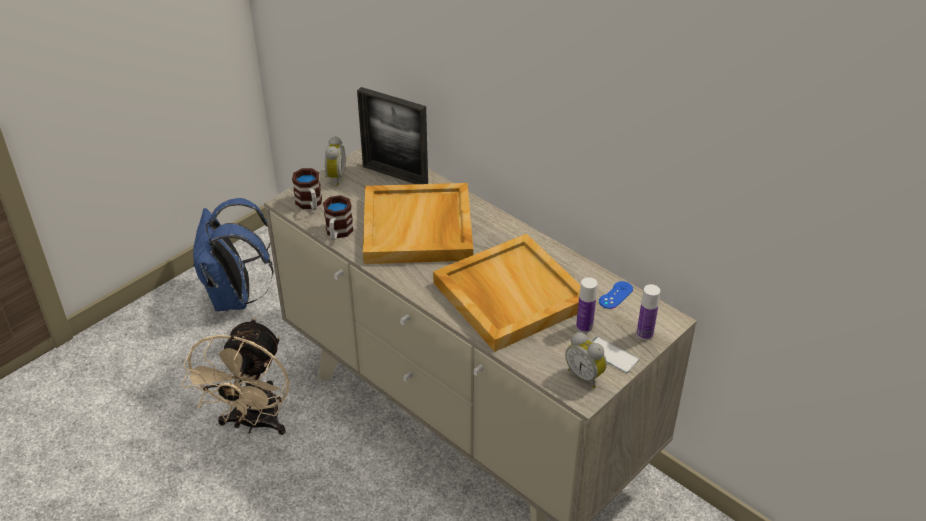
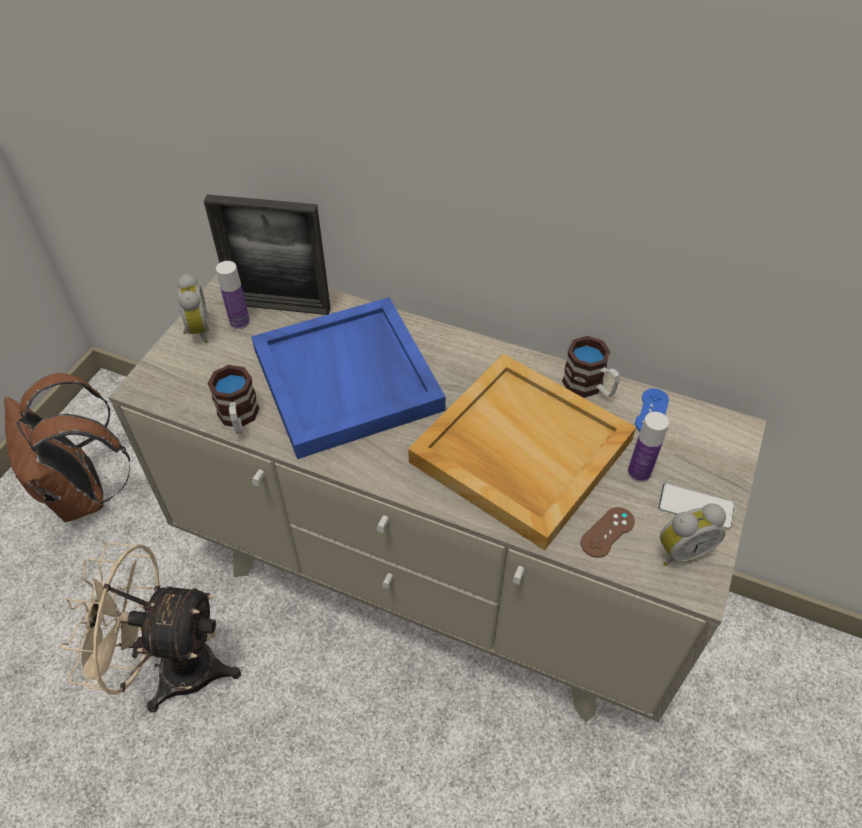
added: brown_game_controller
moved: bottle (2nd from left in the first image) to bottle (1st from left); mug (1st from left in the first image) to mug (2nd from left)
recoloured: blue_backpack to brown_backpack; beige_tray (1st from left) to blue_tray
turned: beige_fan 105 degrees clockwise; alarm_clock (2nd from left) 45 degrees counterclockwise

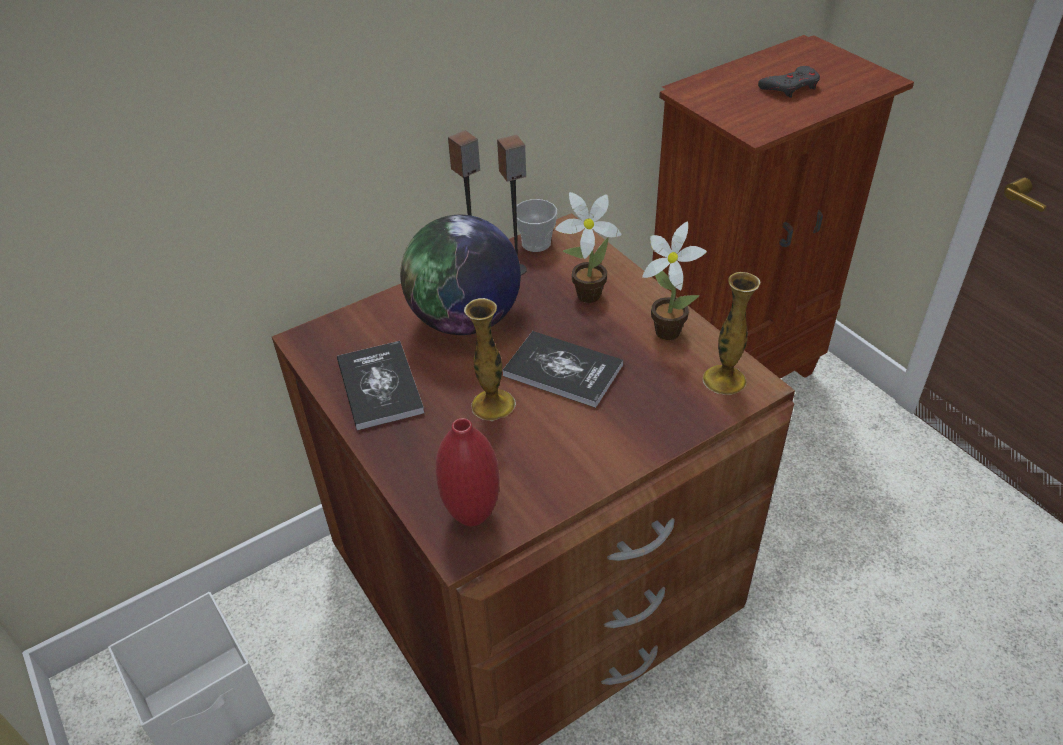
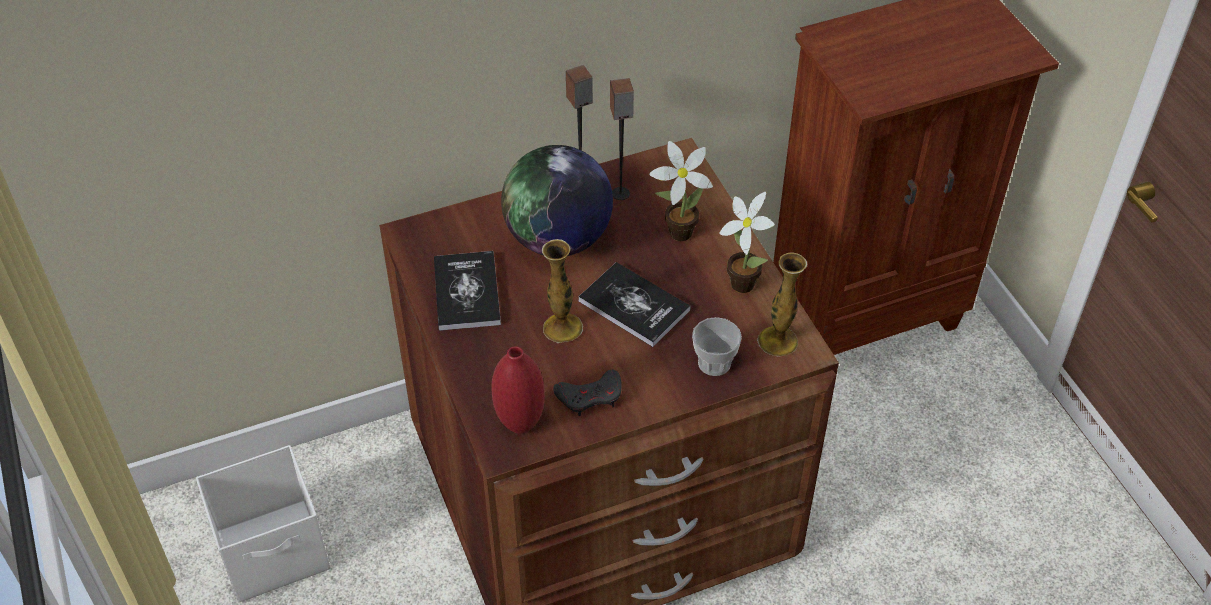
moved: grey_game_controller; cup

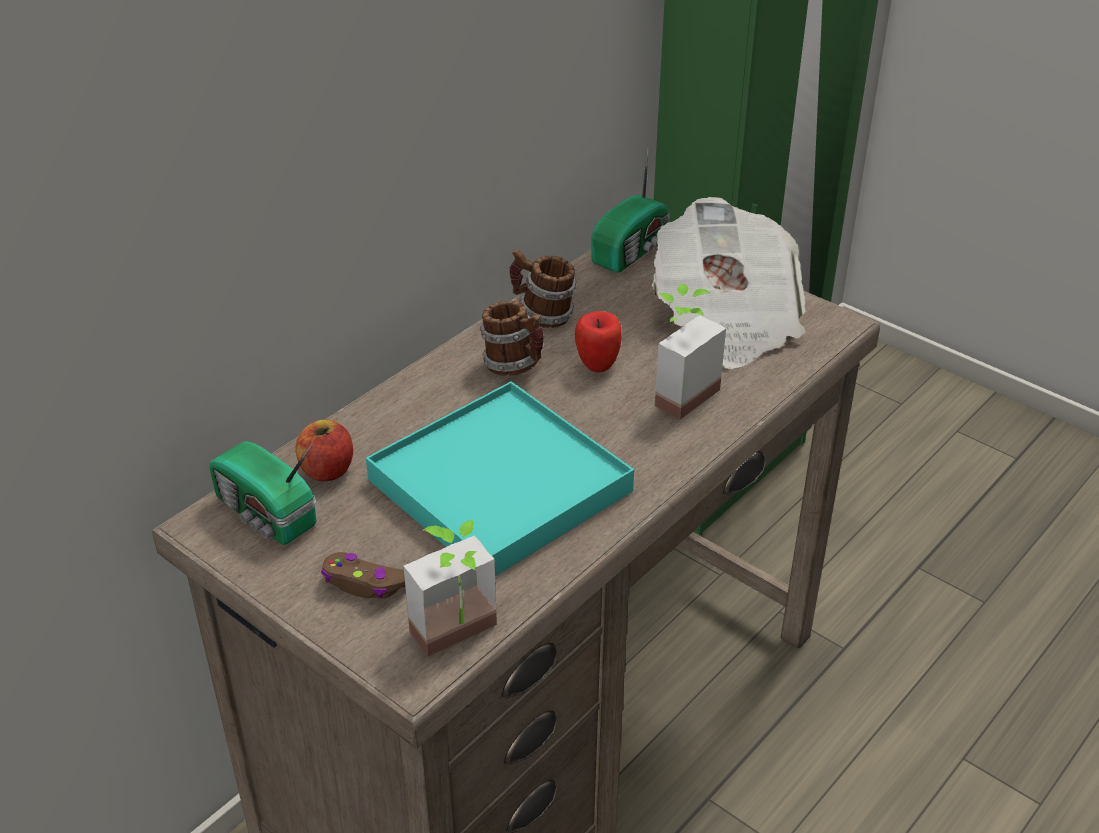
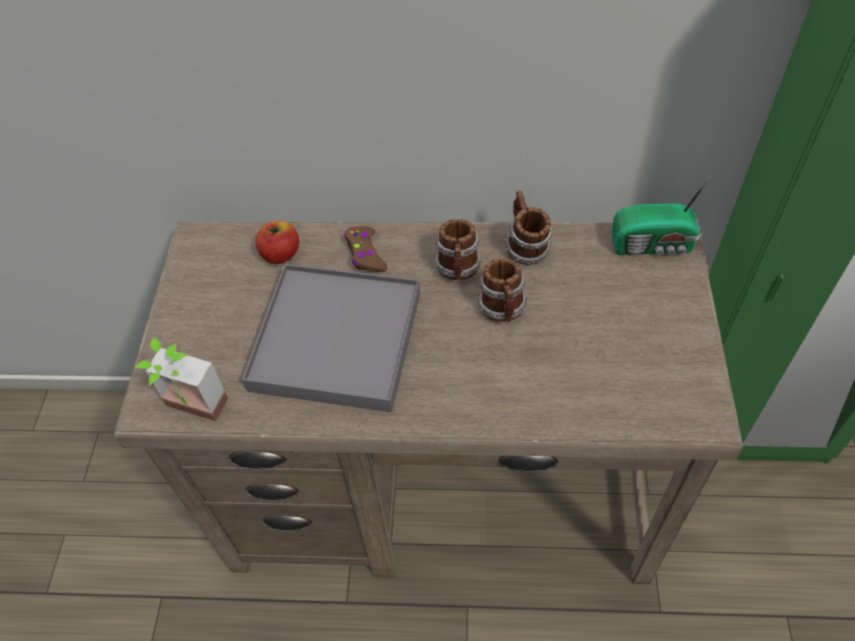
removed: radio (1st from left); newspaper; potted_plant (2nd from left)
moved: brown_game_controller
replaced: apple (2nd from left) to mug (2nd from left)
recoloured: turquoise_tray to grey_tray

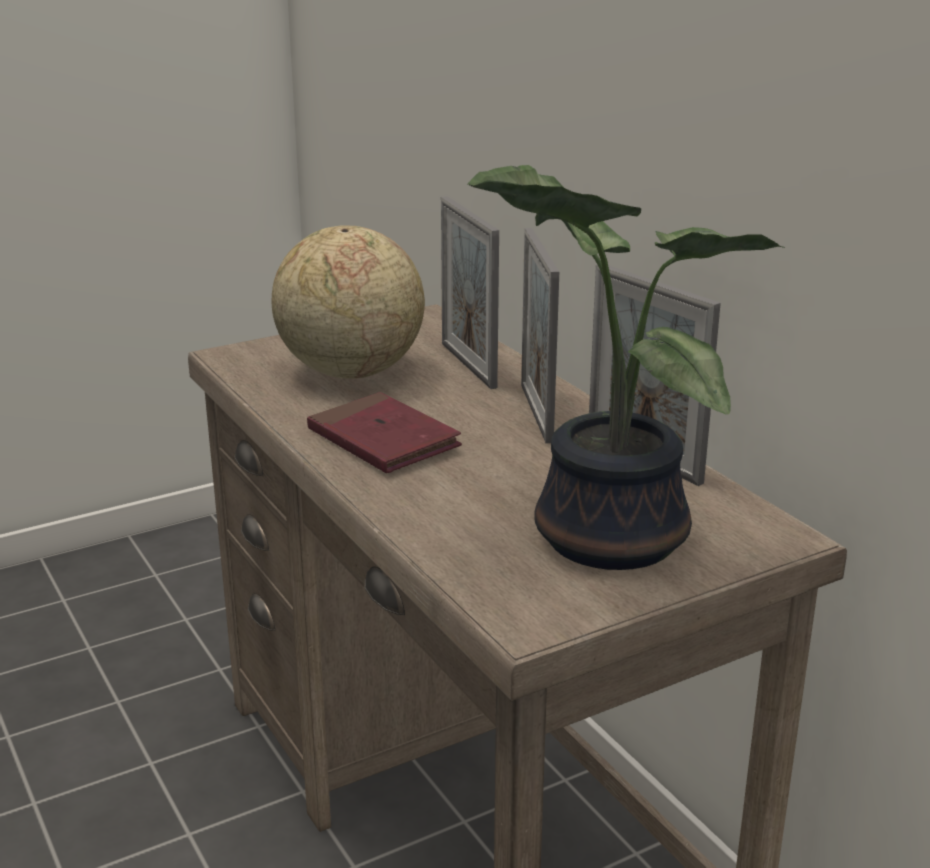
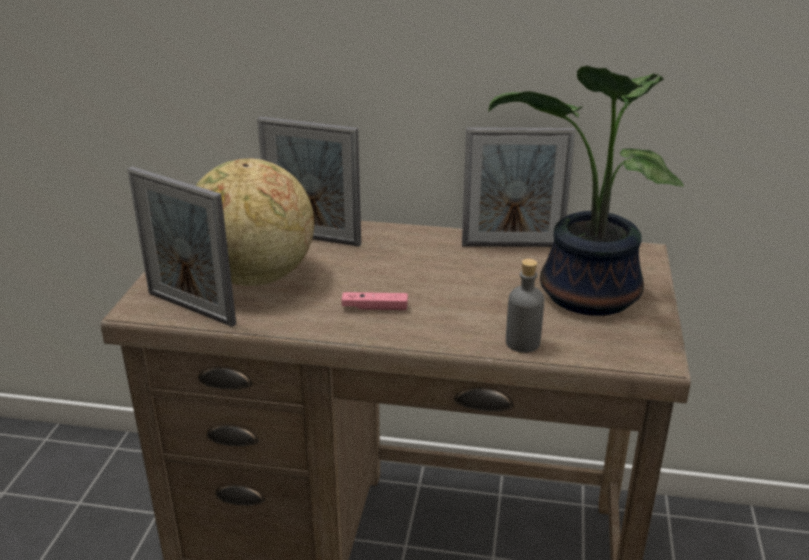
added: grey_bottle
moved: picture_frame (2nd from left in the first image) to picture_frame (1st from left)
replaced: red_book to pink_game_controller

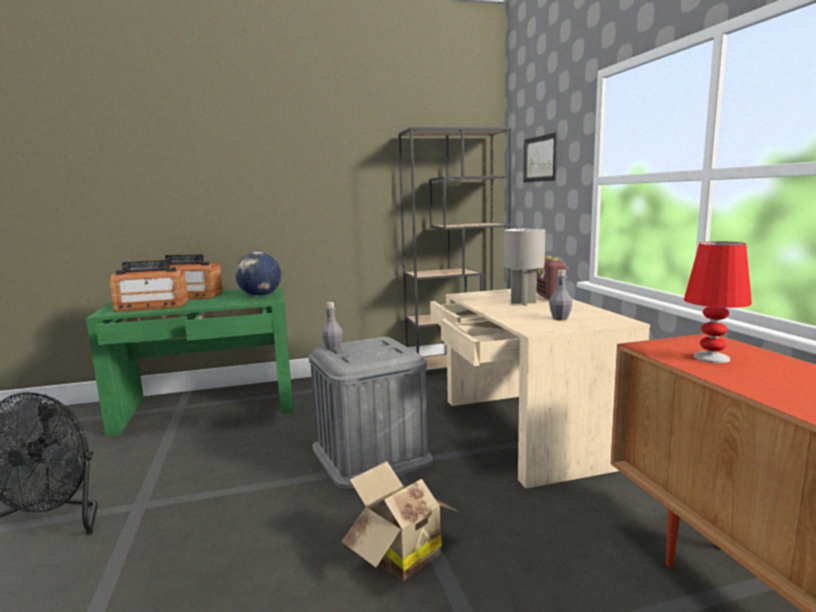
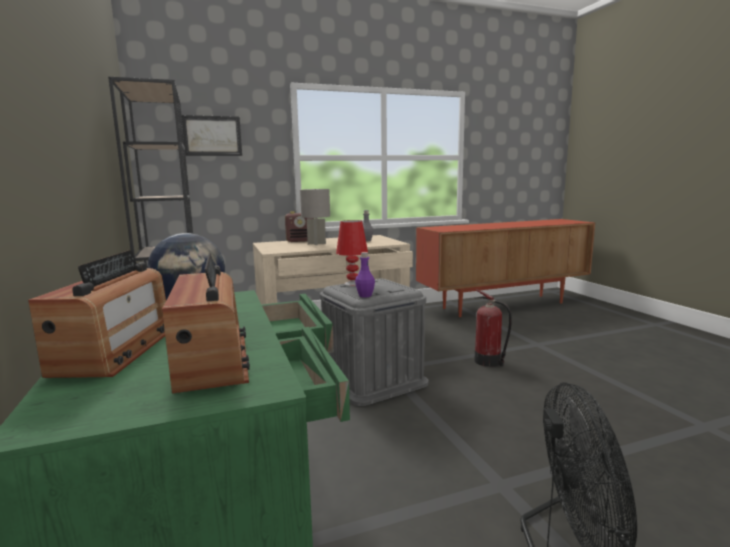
moved: red_table_lamp
replaced: cardboard_box to fire_extinguisher
recoloured: grey_bottle (1st from left) to purple_bottle

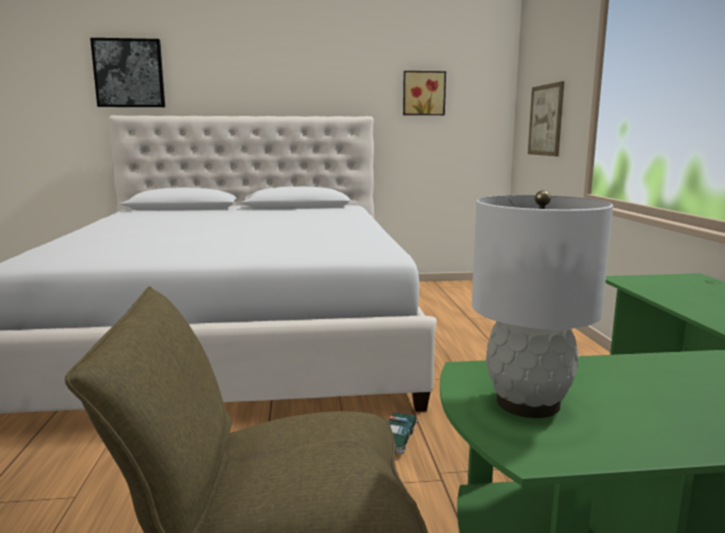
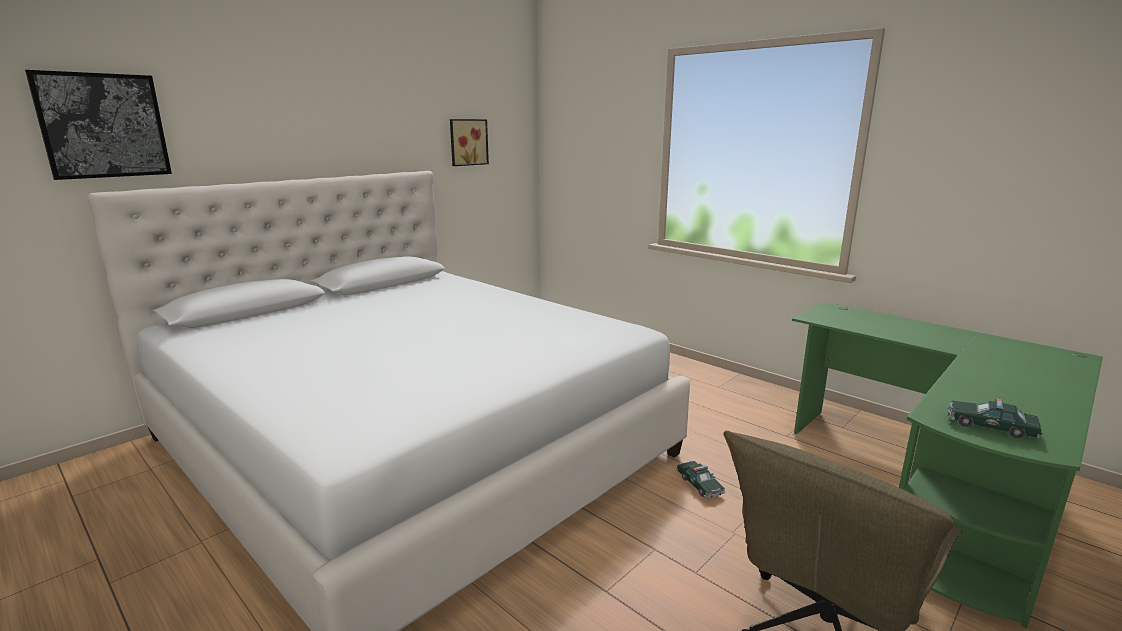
removed: picture (3rd from left)
replaced: white_table_lamp to toy_car (2nd from left)

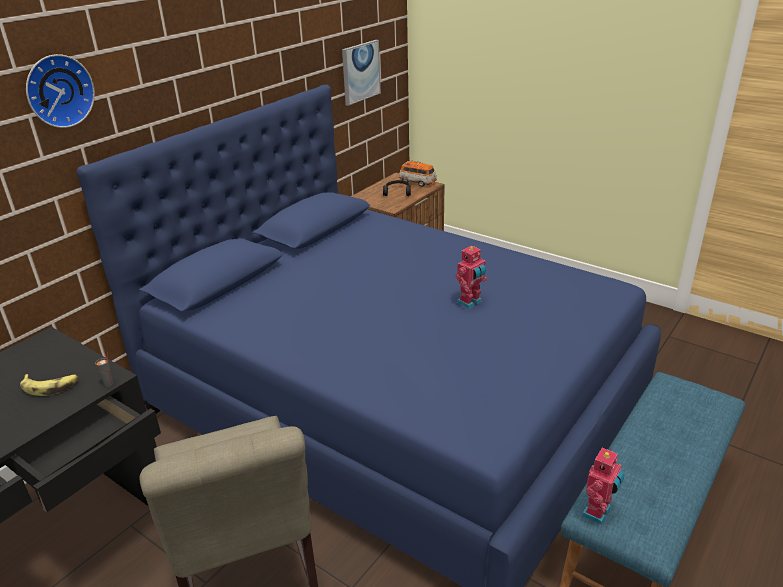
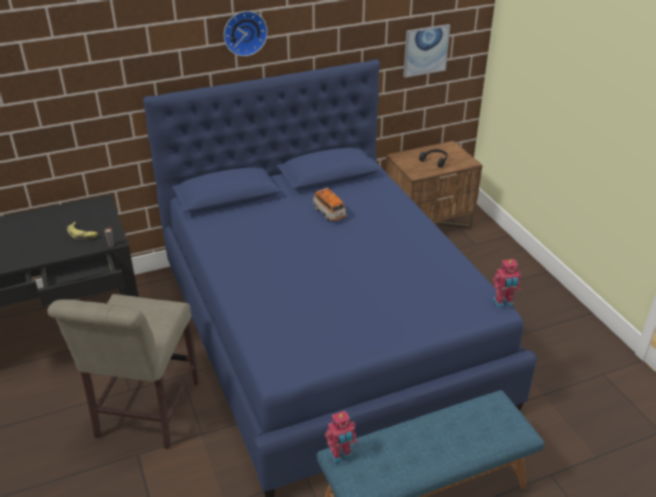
moved: wall_clock; toy_car; toy_robot (1st from left in the first image) to toy_robot (2nd from left)

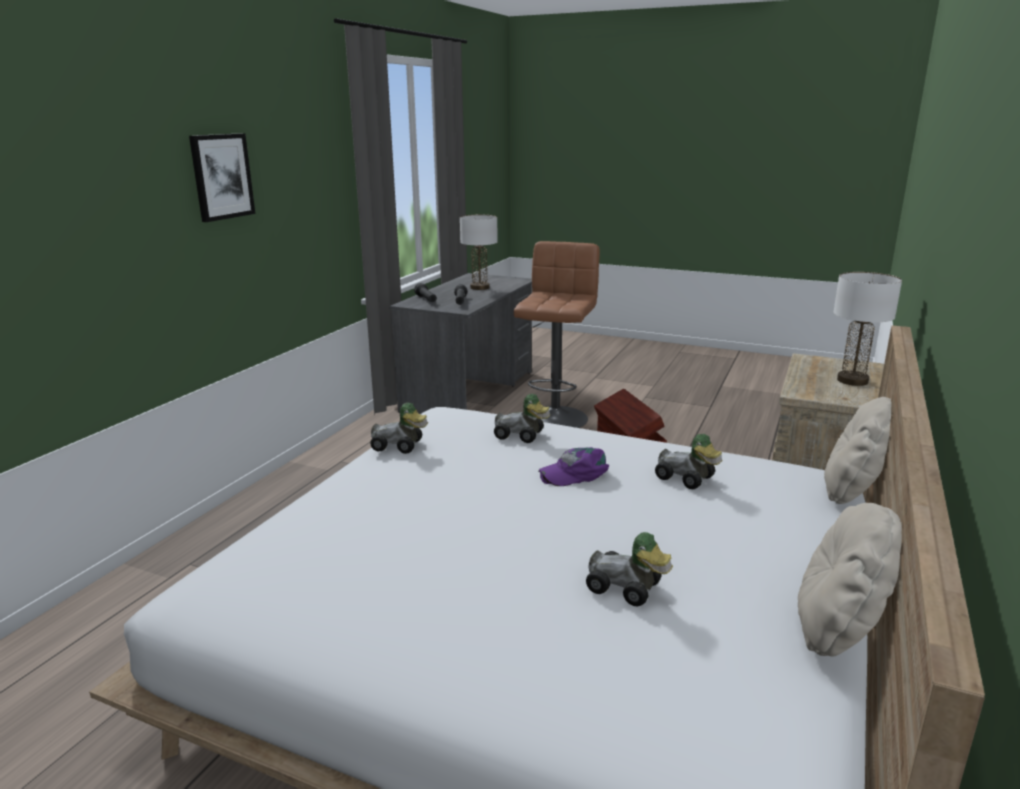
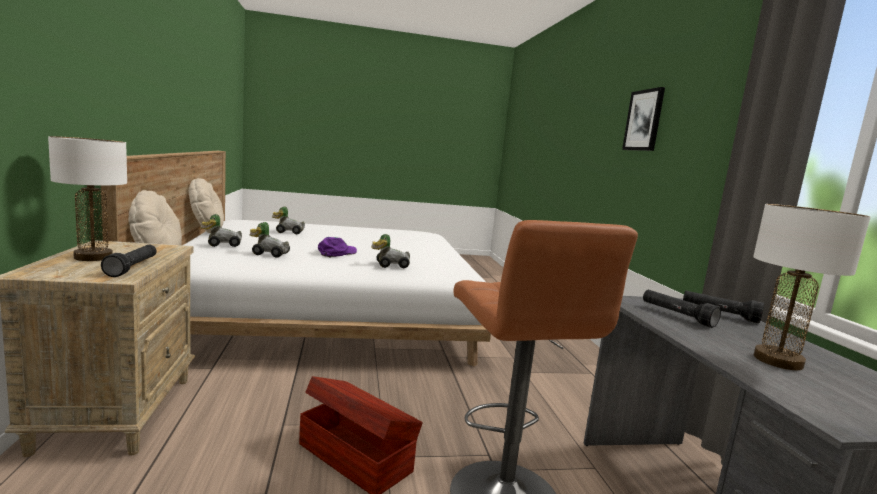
added: black_flashlight (1st from left)
moved: toy_car (1st from left)

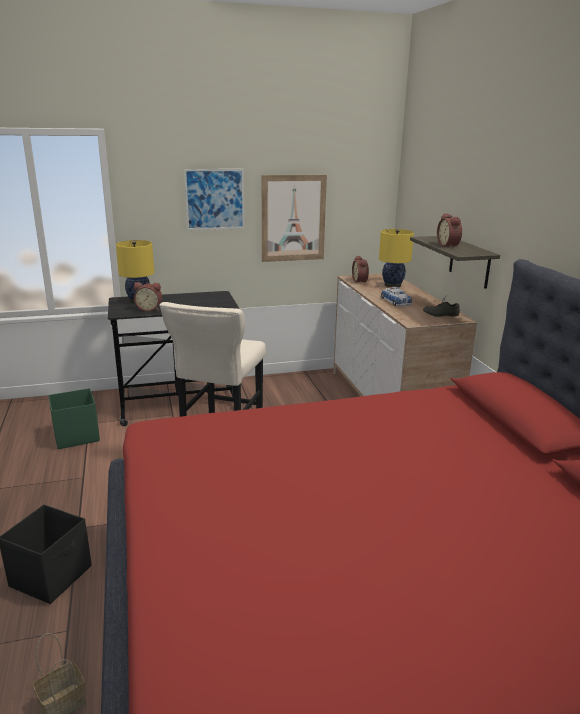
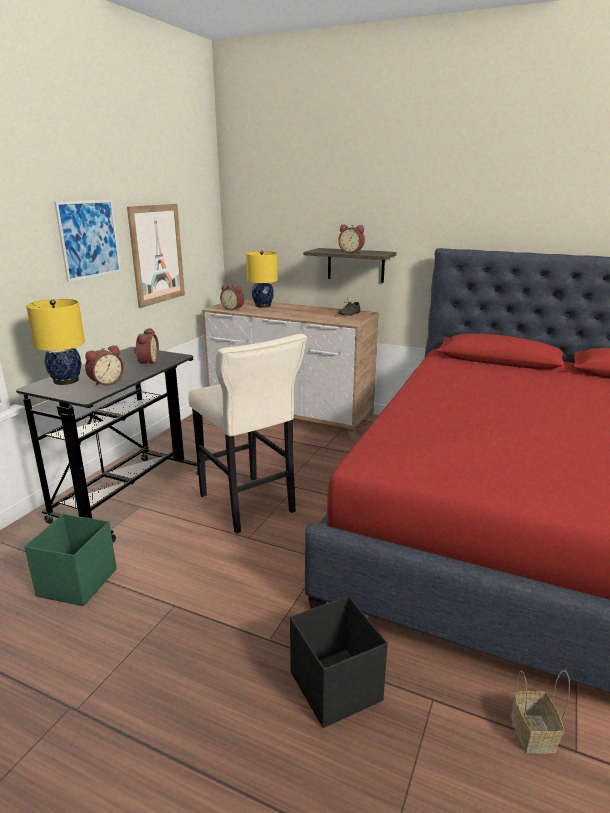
removed: toy_car
added: alarm_clock (2nd from left)

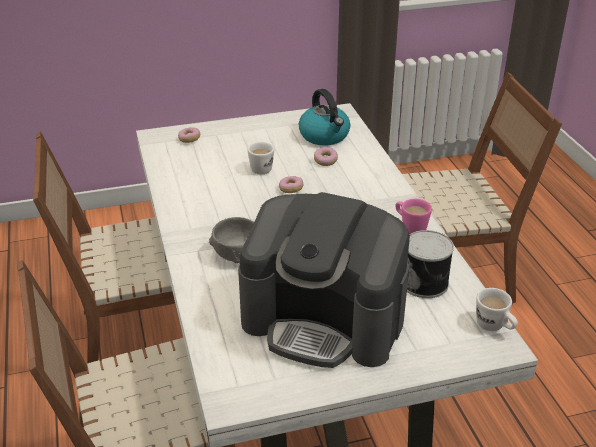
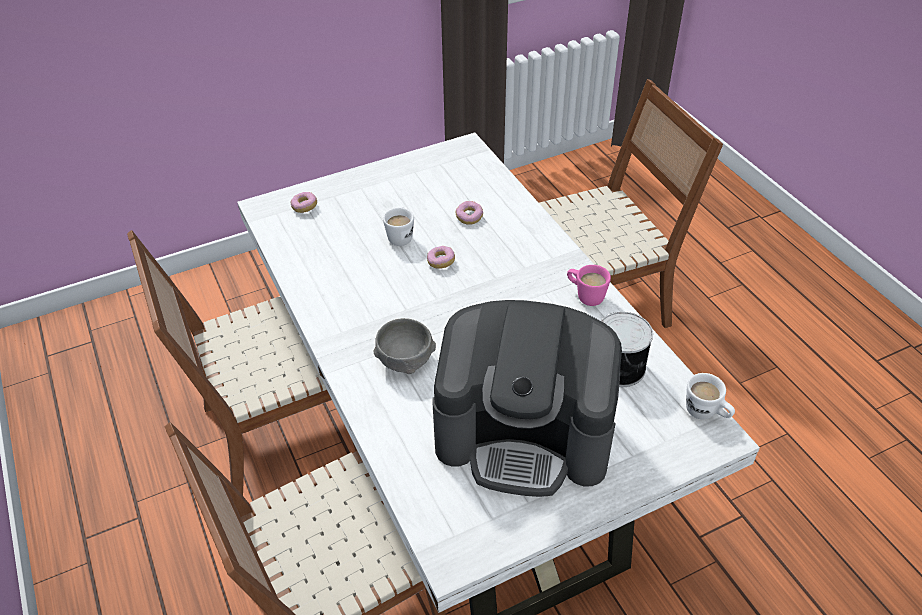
removed: kettle

